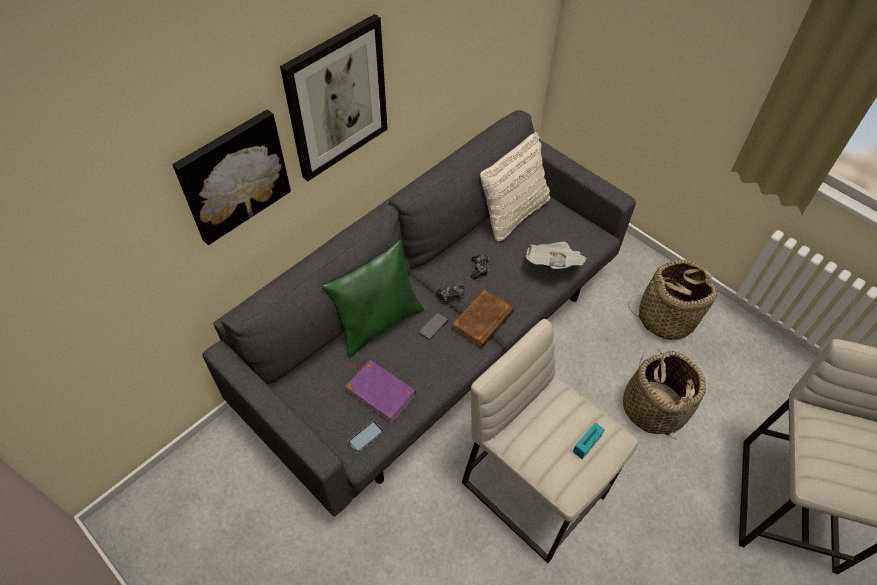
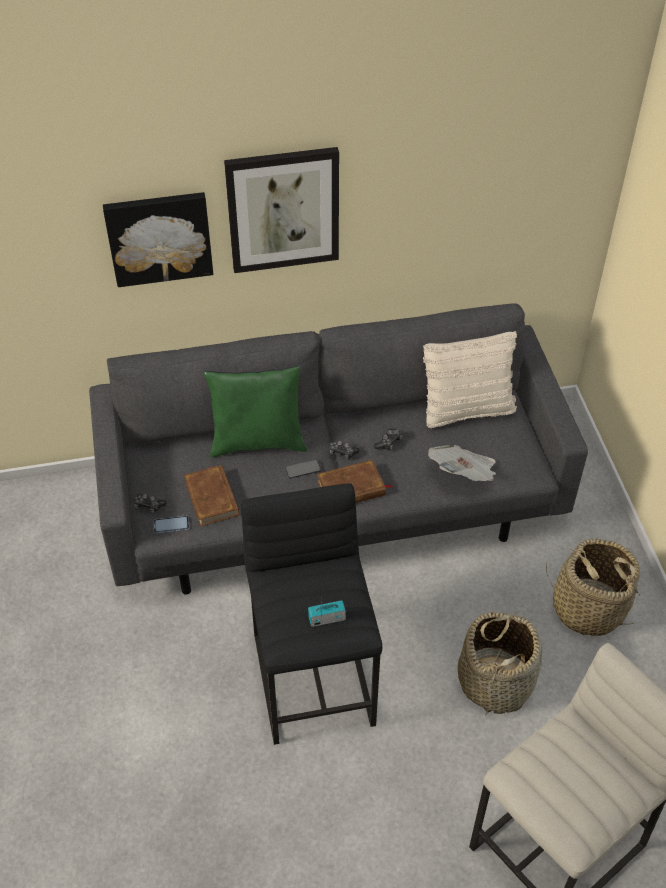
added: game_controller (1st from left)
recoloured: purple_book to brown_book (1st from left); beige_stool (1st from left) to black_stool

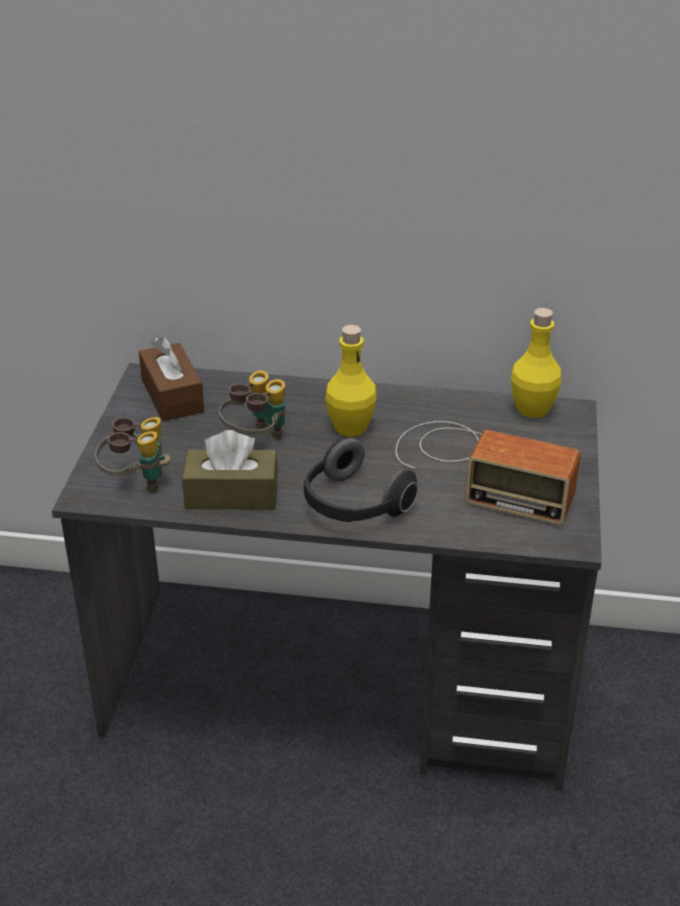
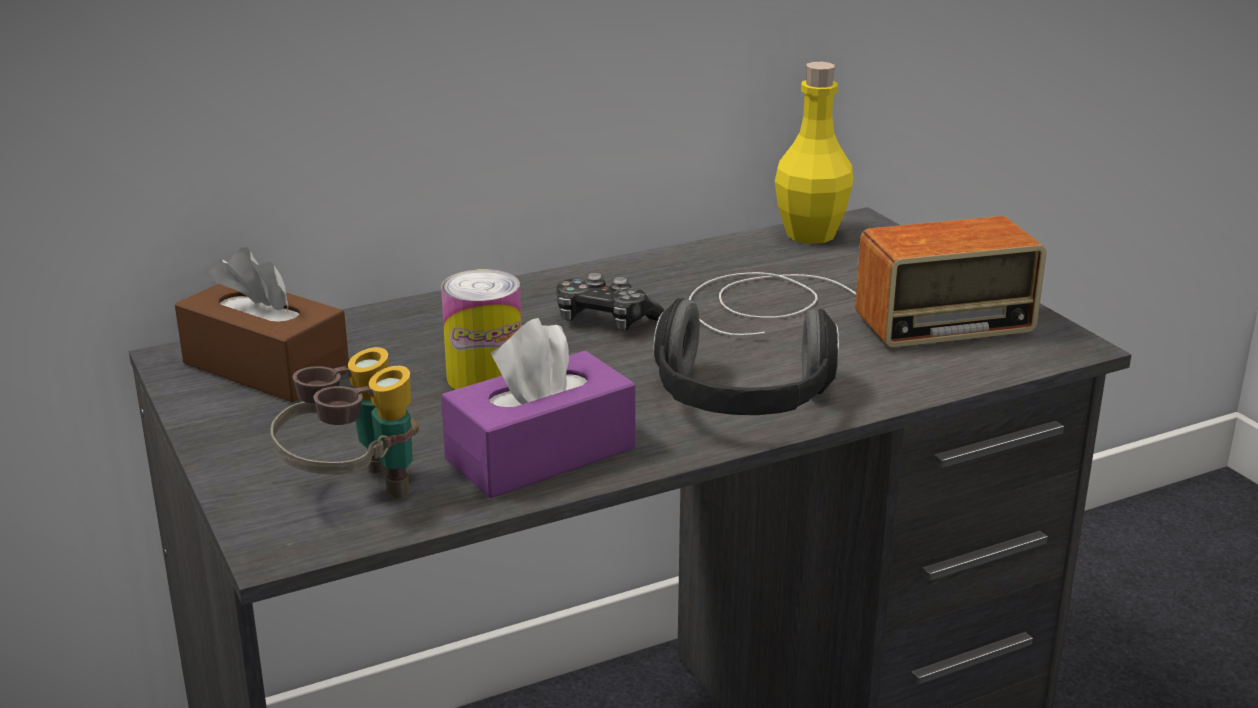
replaced: binoculars (2nd from left) to can; yellow_bottle (1st from left) to game_controller
recoloured: brown_tissue_box (2nd from left) to purple_tissue_box

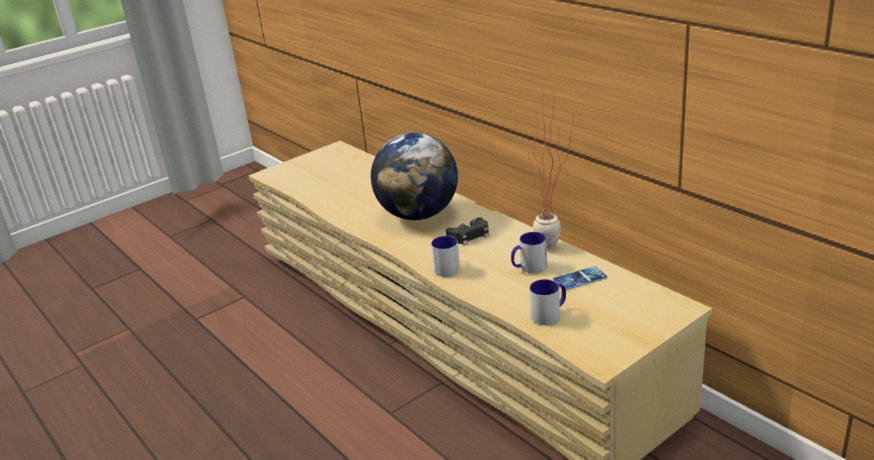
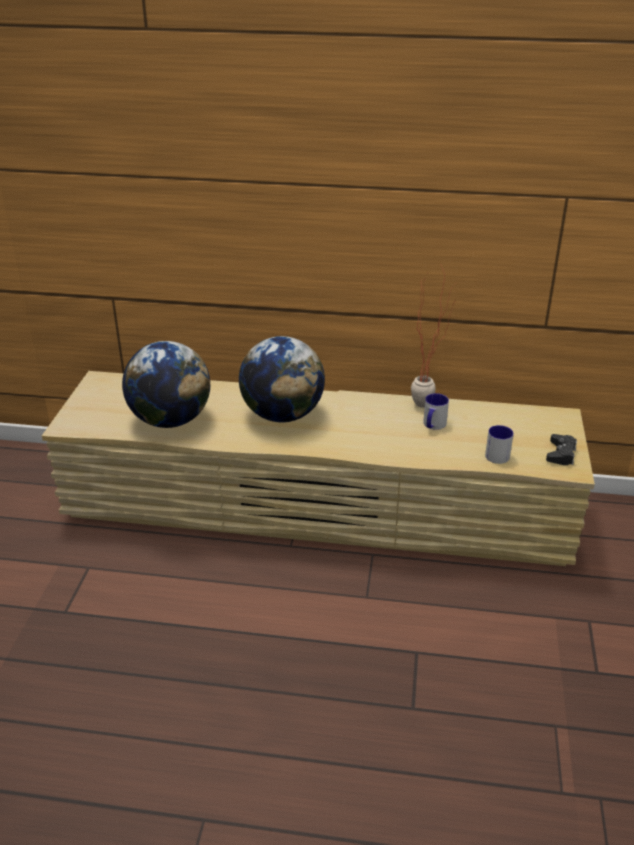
removed: mug (1st from left); phone
added: globe (1st from left)
moved: black_game_controller

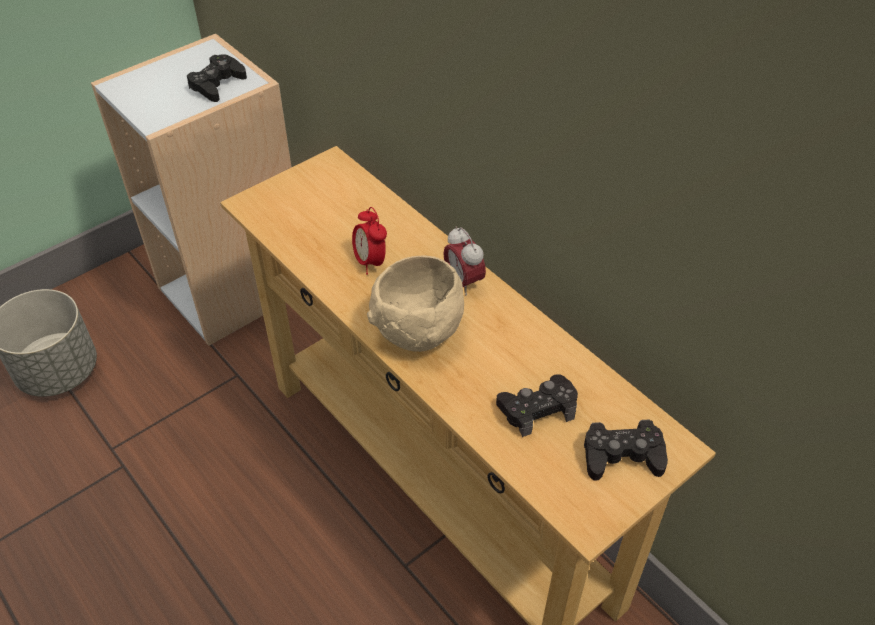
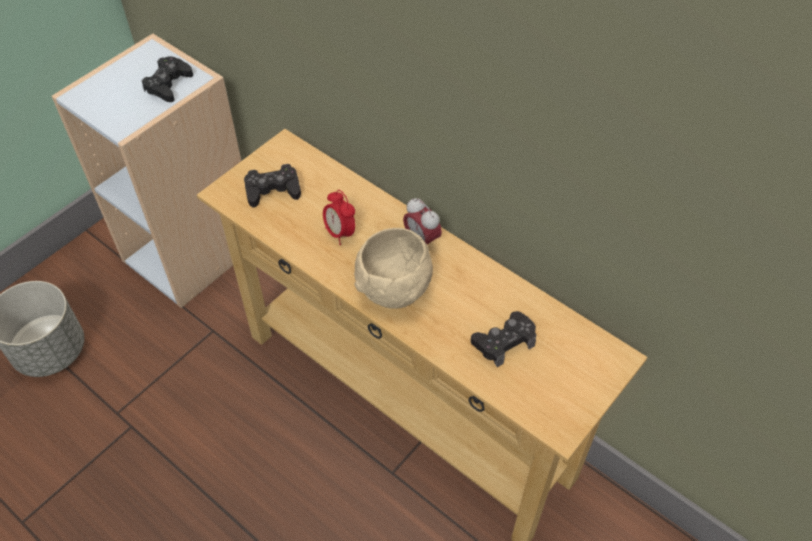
moved: black_game_controller (3rd from left in the first image) to black_game_controller (2nd from left)

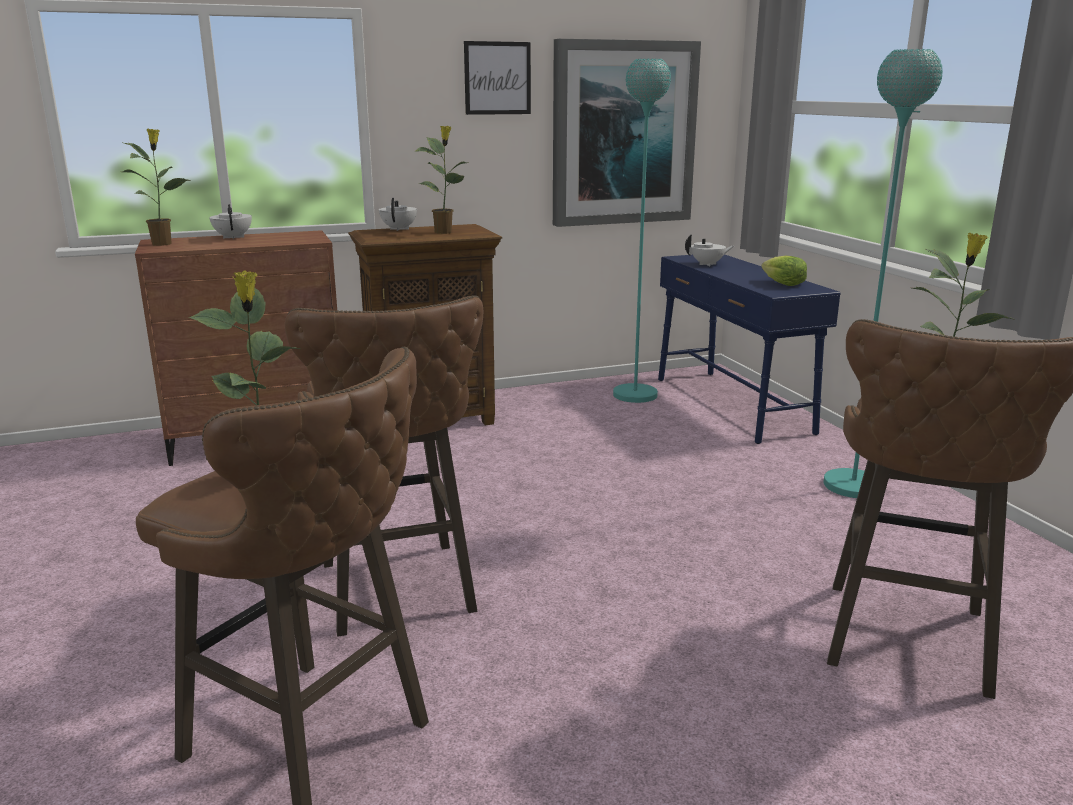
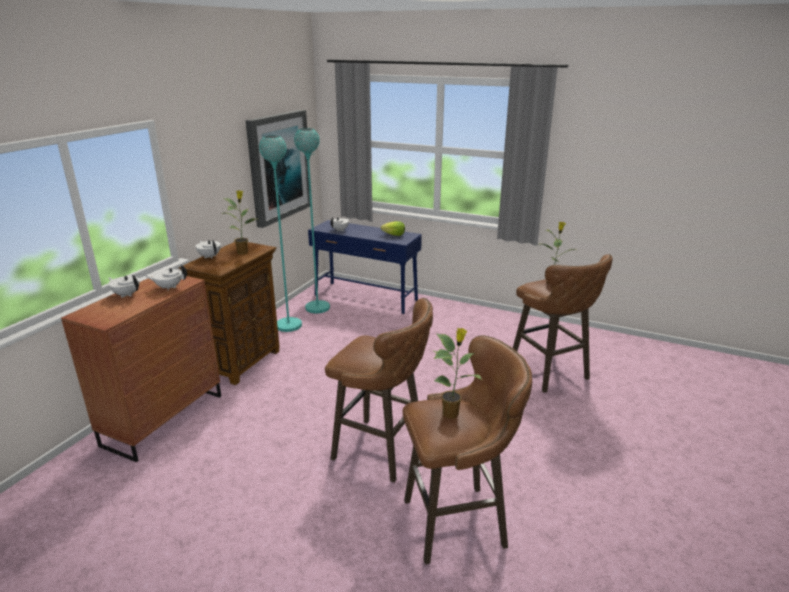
removed: potted_plant (1st from left); picture (1st from left)
added: white_teapot (2nd from left)
moved: turquoise_floor_lamp (2nd from left in the first image) to turquoise_floor_lamp (1st from left)

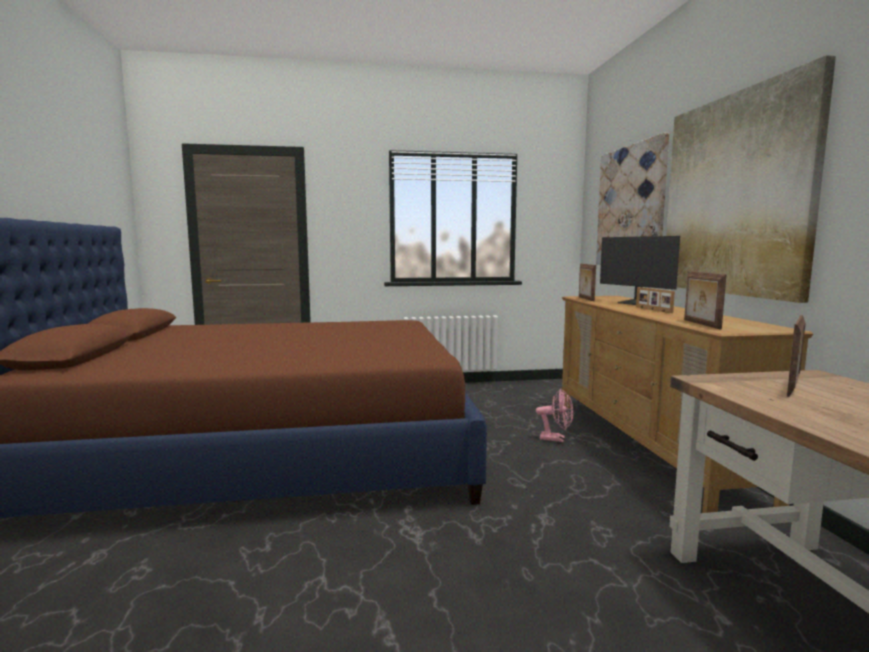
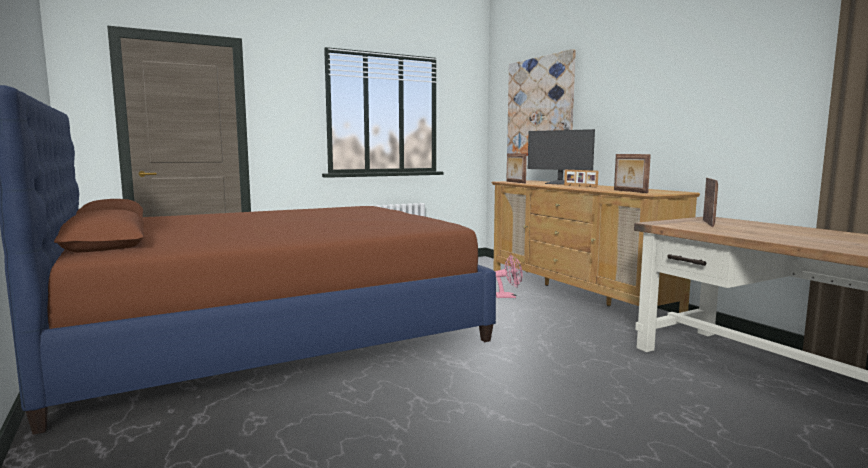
removed: picture (2nd from left)

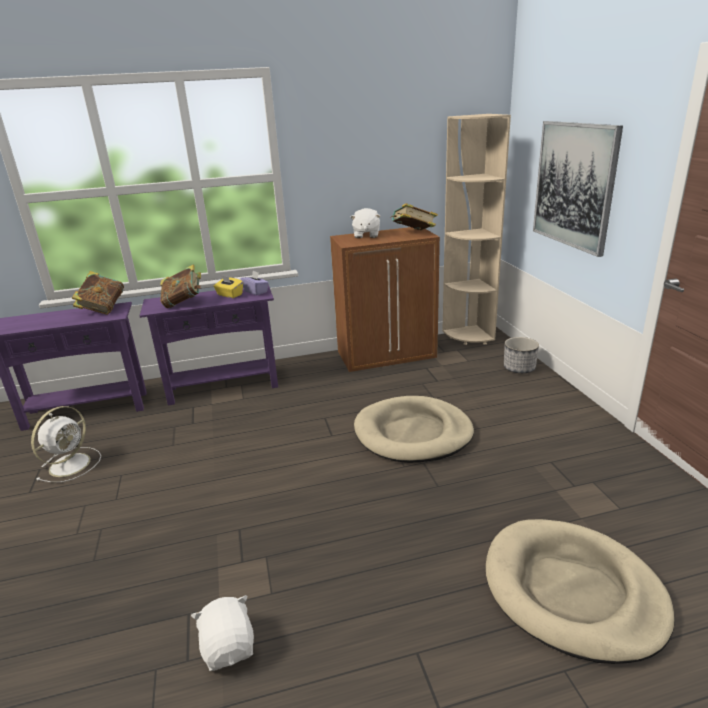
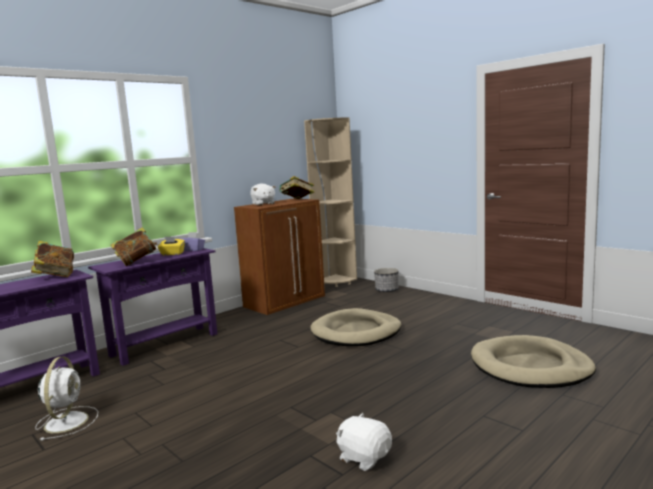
removed: picture

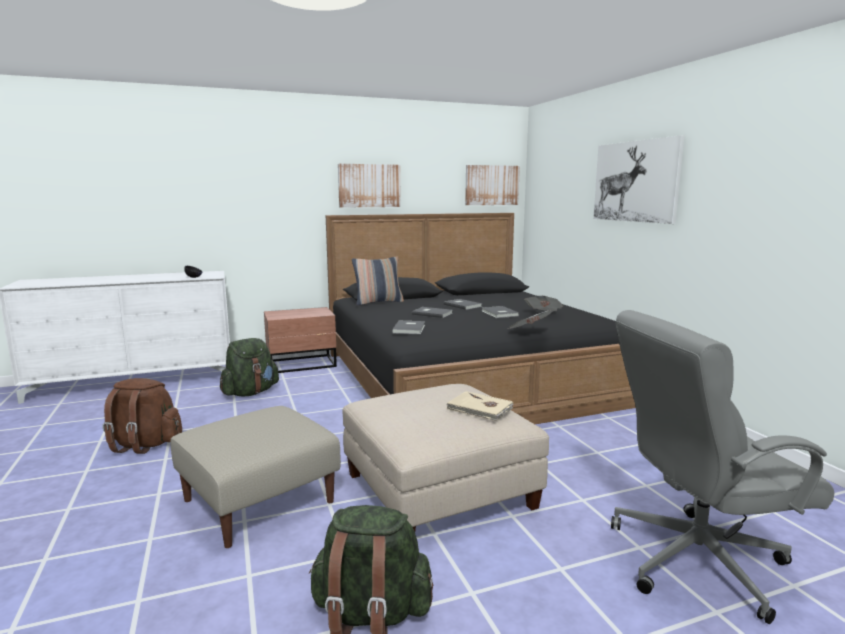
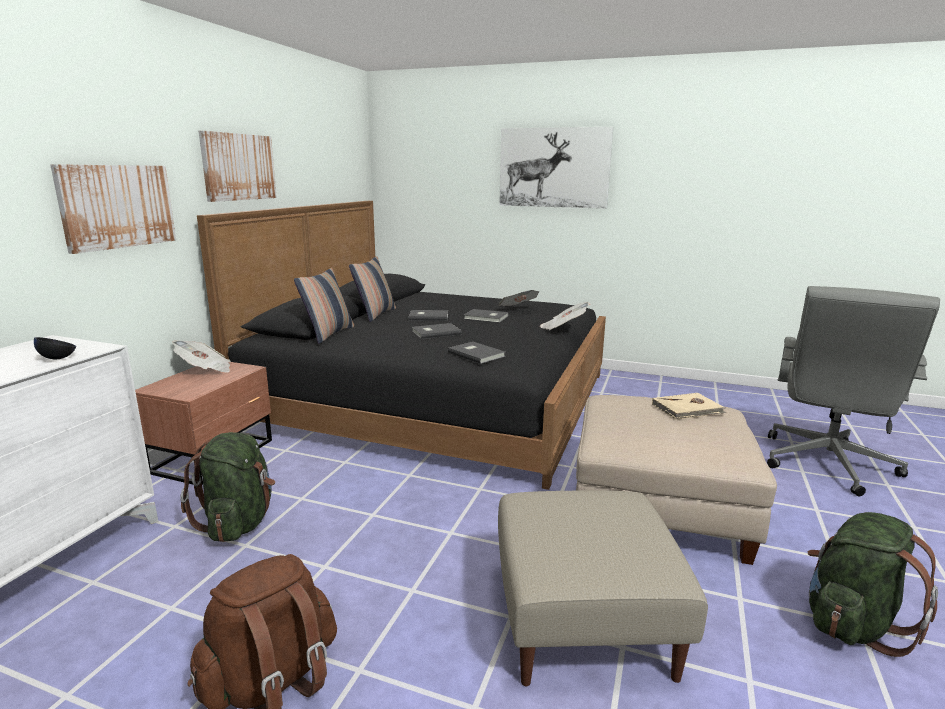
added: newspaper (1st from left); pillow (2nd from left)
moved: picture (2nd from left in the first image) to picture (1st from left)

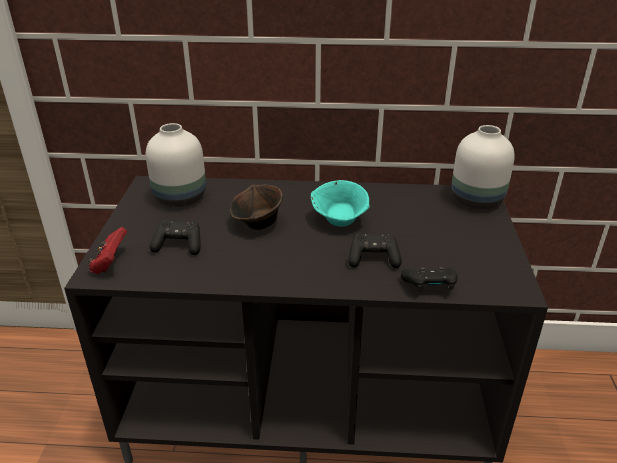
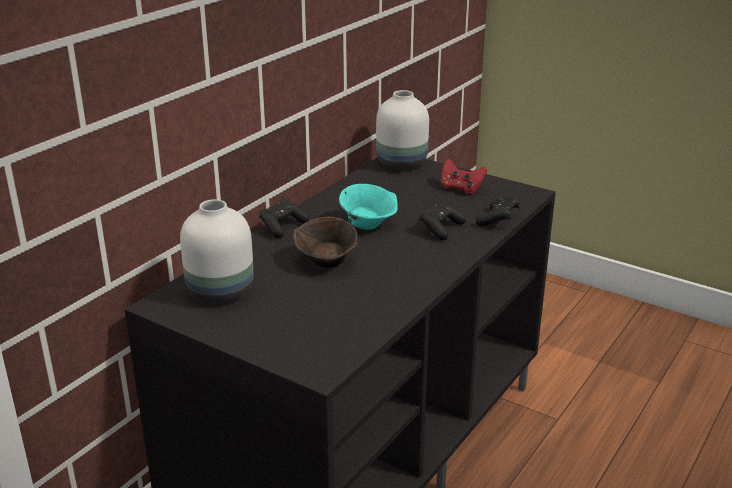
moved: black_game_controller (1st from left); red_game_controller

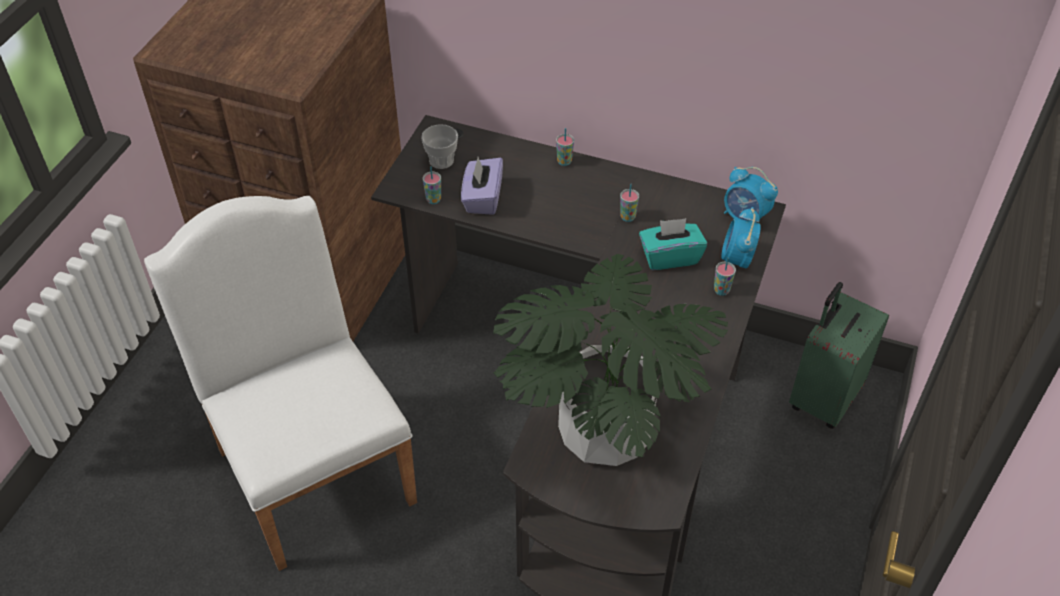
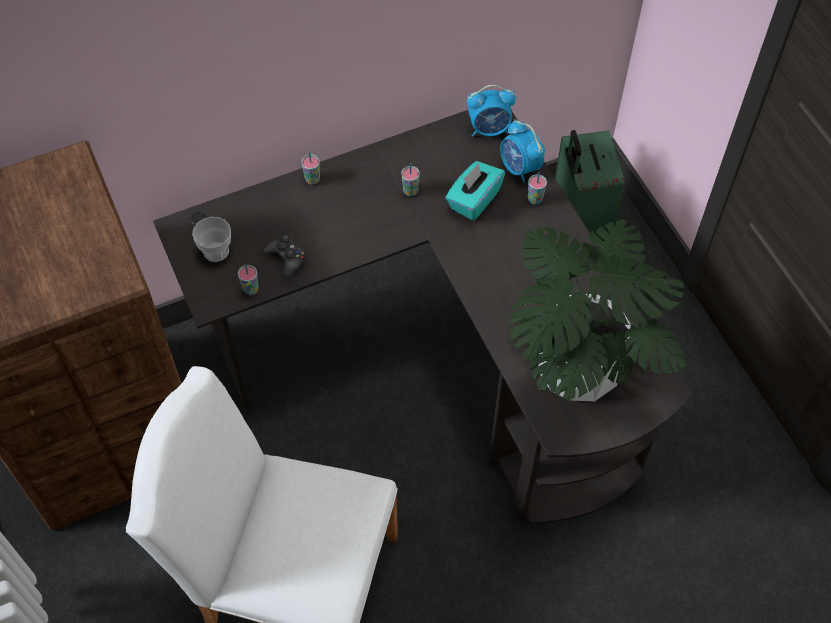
replaced: purple_tissue_box to black_game_controller

